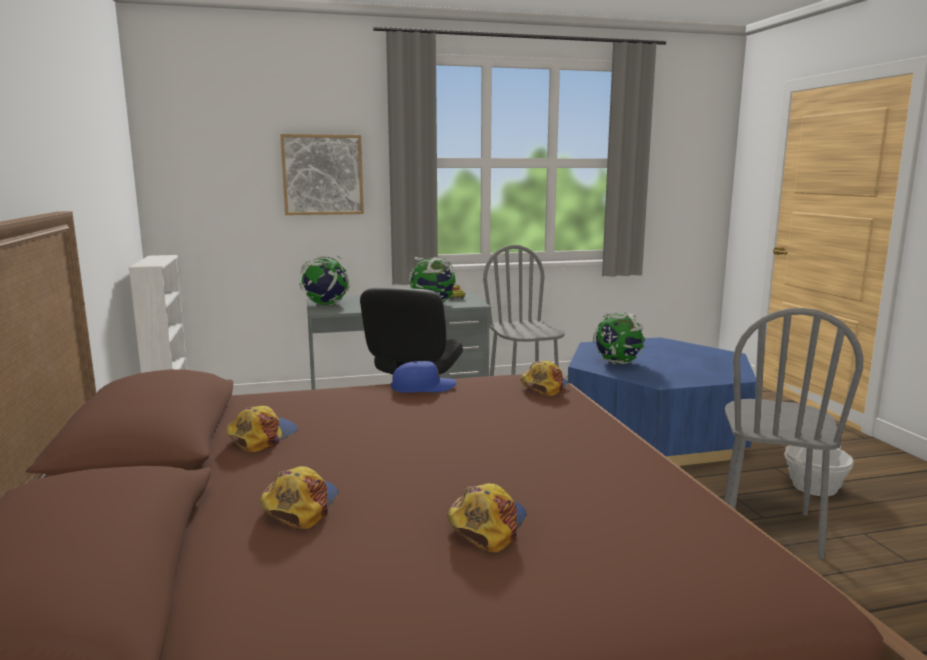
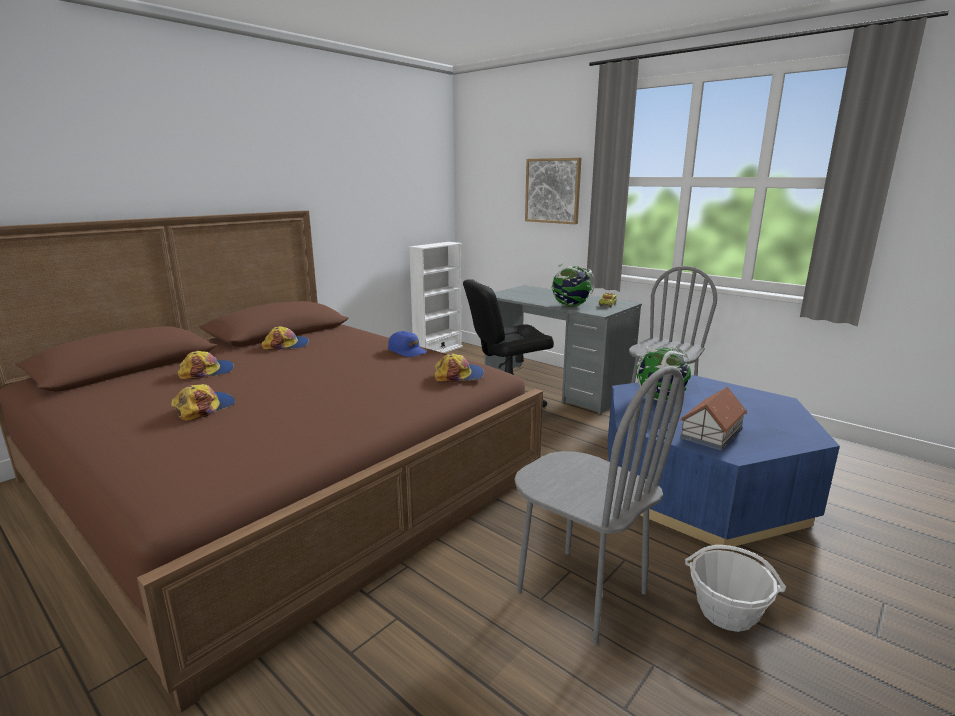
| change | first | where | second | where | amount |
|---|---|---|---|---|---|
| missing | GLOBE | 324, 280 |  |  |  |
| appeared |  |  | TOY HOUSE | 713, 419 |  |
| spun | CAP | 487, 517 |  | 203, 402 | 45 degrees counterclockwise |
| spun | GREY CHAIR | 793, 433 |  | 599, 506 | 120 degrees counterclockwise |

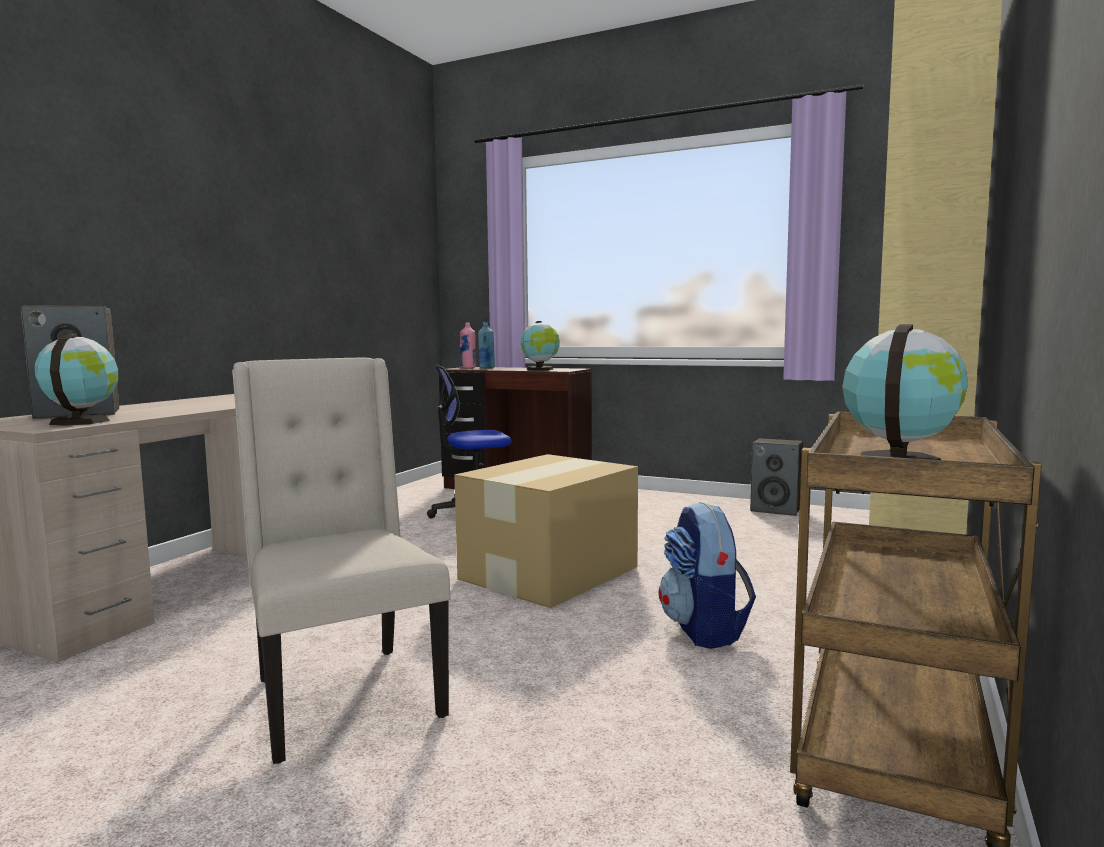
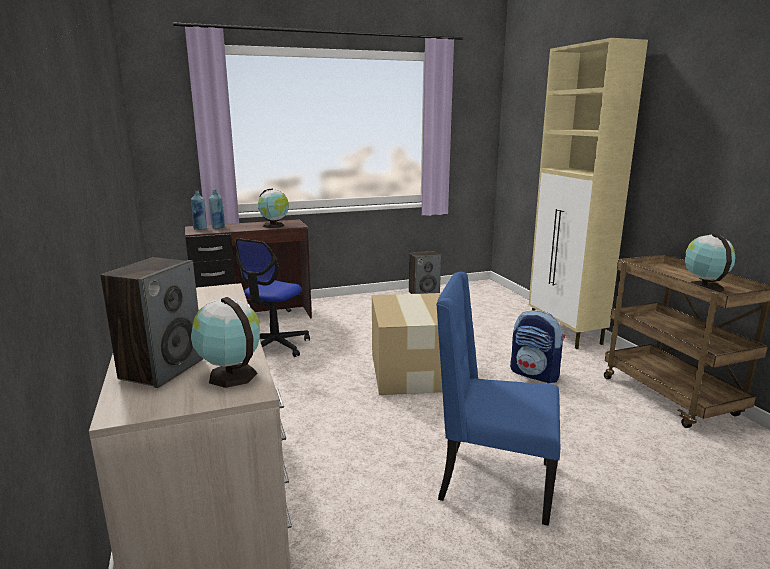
| change | first | where | second | where | amount |
|---|---|---|---|---|---|
| colour | BEIGE CHAIR | 341, 561 | BLUE CHAIR | 498, 399 |  |
| colour | PINK BOTTLE | 468, 345 | BLUE BOTTLE | 199, 210 |  |

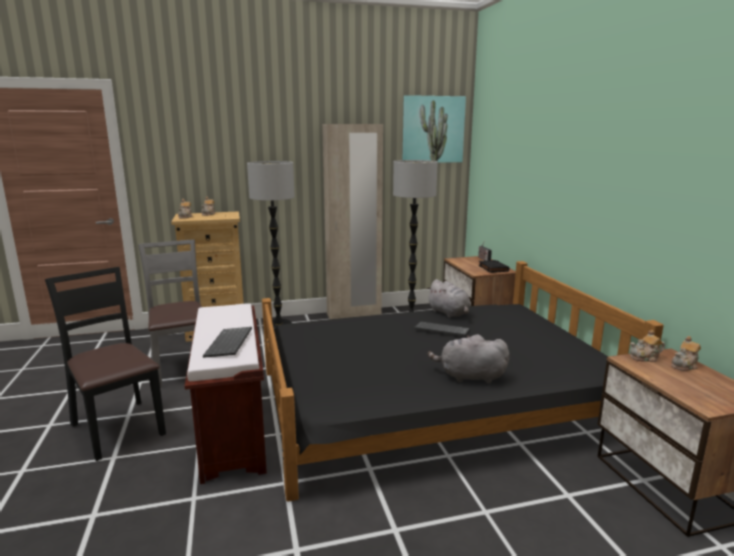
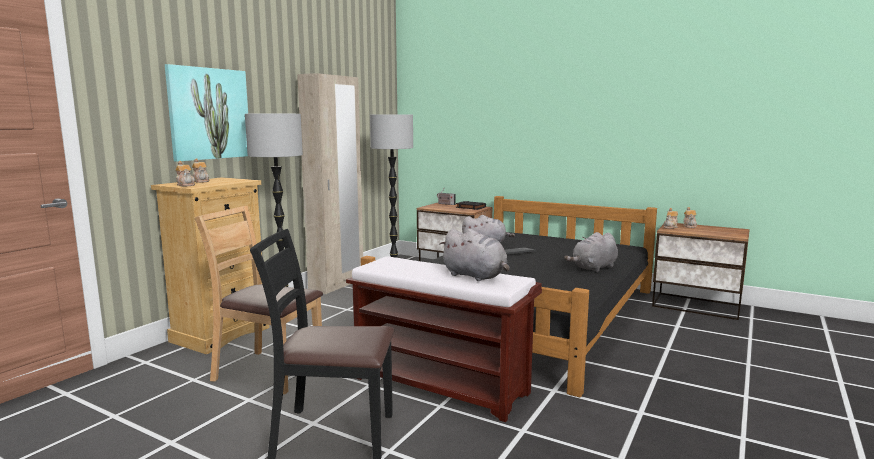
| change | first | where | second | where | amount |
|---|---|---|---|---|---|
| relocated | PICTURE | 434, 129 |  | 206, 113 |  |
| exchanged | KEYBOARD | 227, 342 | GREY PLUSH TOY | 474, 255 |  |
| colour | GREY CHAIR | 170, 313 | BROWN CHAIR | 259, 300 |  |

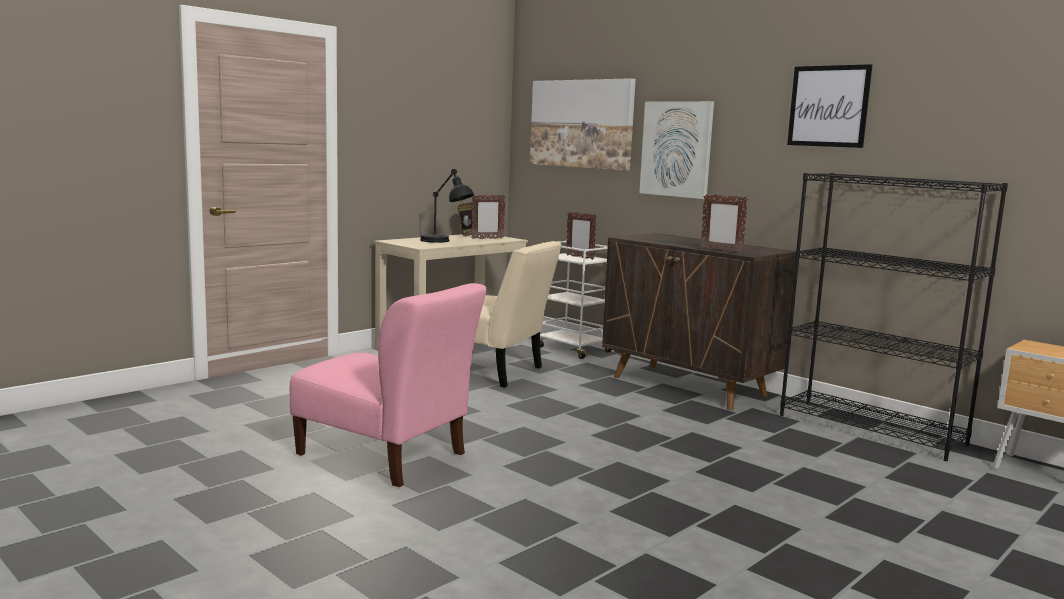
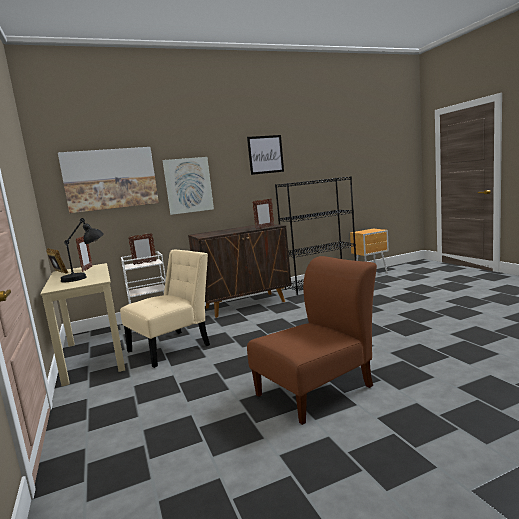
| change | first | where | second | where | amount |
|---|---|---|---|---|---|
| colour | PINK CHAIR | 388, 385 | BROWN CHAIR | 312, 340 |  |

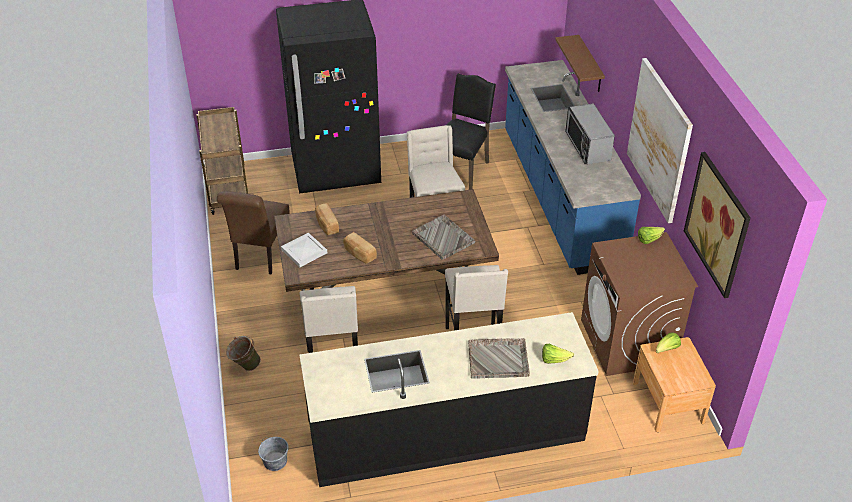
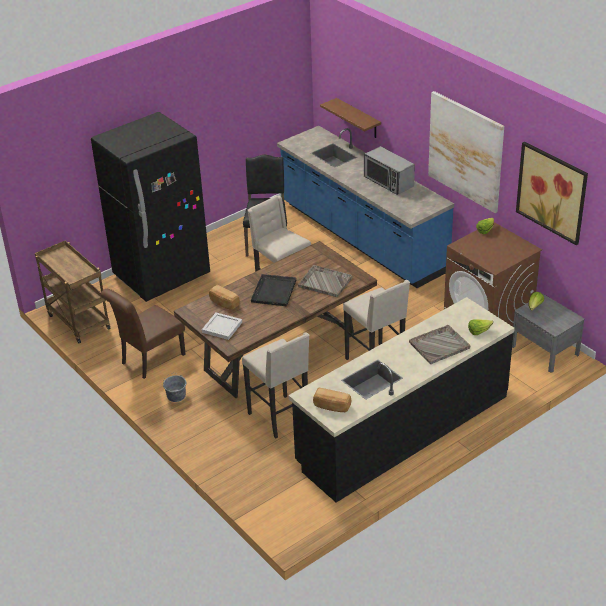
| change | first | where | second | where | amount |
|---|---|---|---|---|---|
| missing | GREEN BUCKET | 243, 353 |  |  |  |
| appeared |  |  | BLACK TRAY | 273, 290 |  |
| relocated | GREY BUCKET | 273, 454 |  | 174, 388 |  |
| relocated | BREAD | 360, 248 |  | 332, 400 |  |
| colour | BROWN NIGHTSTAND | 674, 384 | GREY NIGHTSTAND | 548, 333 |  |
| spun | BROWN CHAIR | 253, 232 |  | 143, 334 | 60 degrees clockwise |

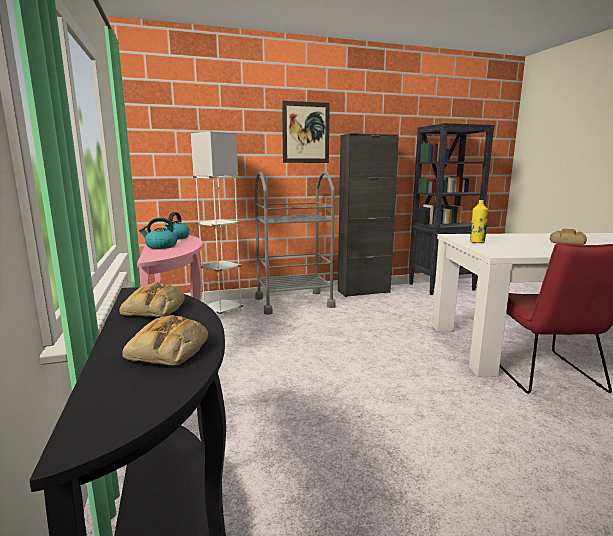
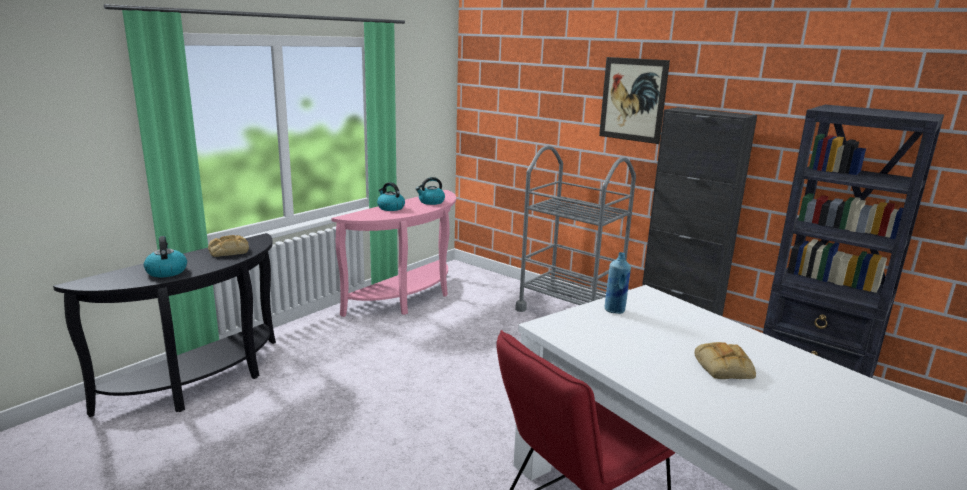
| change | first | where | second | where | amount |
|---|---|---|---|---|---|
| missing | WHITE FLOOR LAMP | 217, 225 |  |  |  |
| exchanged | BREAD | 165, 340 | KETTLE | 165, 256 |  |
| colour | YELLOW BOTTLE | 479, 221 | BLUE BOTTLE | 618, 283 |  |

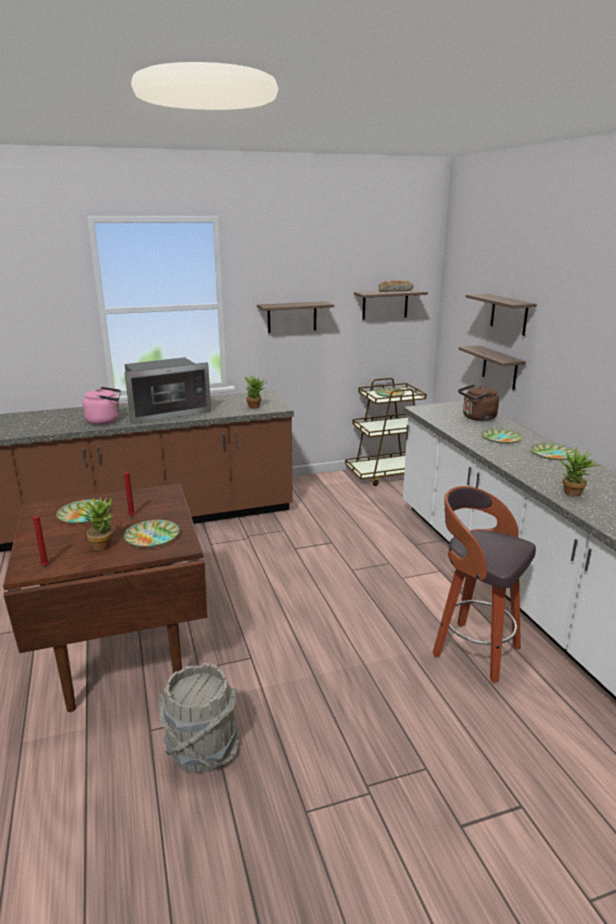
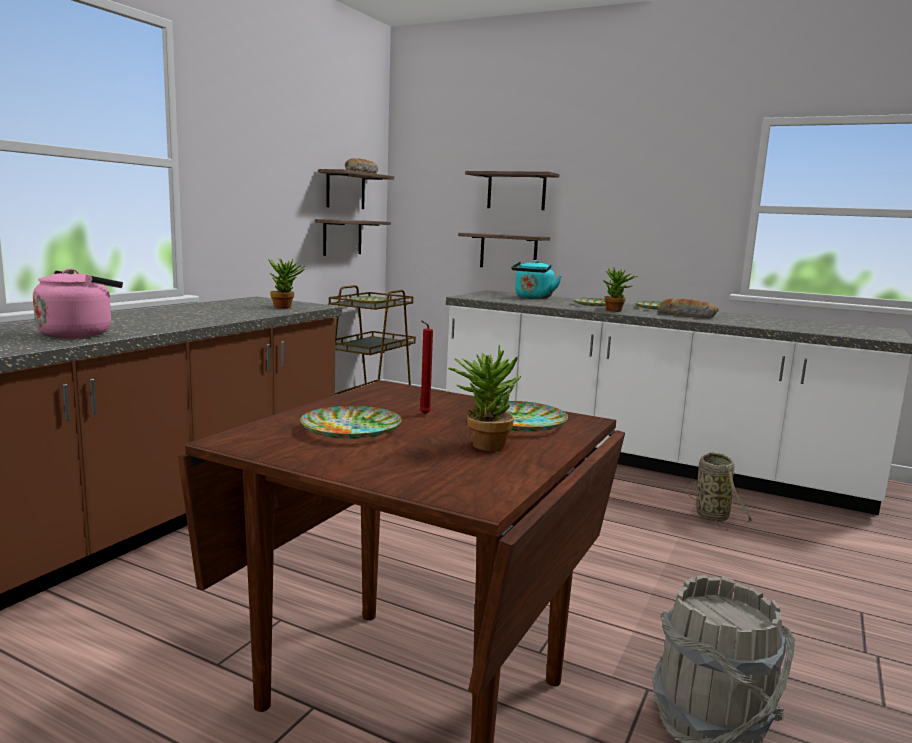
| change | first | where | second | where | amount |
|---|---|---|---|---|---|
| missing | RED CANDLE | 41, 537 |  |  |  |
| missing | MICROWAVE | 168, 390 |  |  |  |
| appeared |  |  | BREAD | 688, 308 |  |
| relocated | SHELF | 295, 317 |  | 353, 237 |  |
| relocated | POTTED PLANT | 580, 472 |  | 620, 289 |  |
| exchanged | STOOL | 484, 584 | BASKET | 719, 491 |  |
| colour | BROWN KETTLE | 478, 402 | TURQUOISE KETTLE | 536, 279 |  |

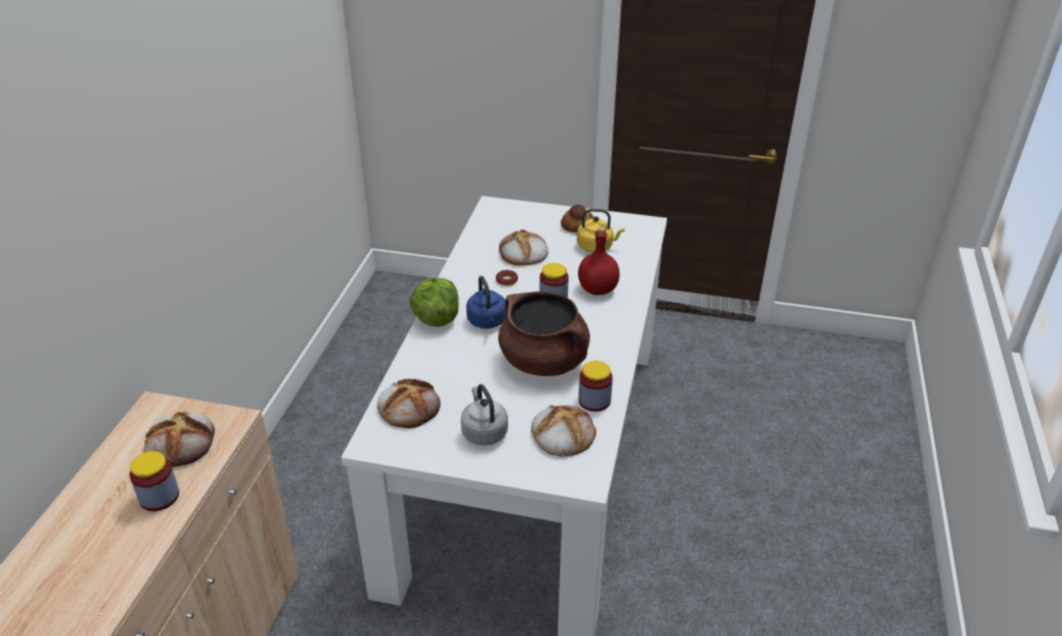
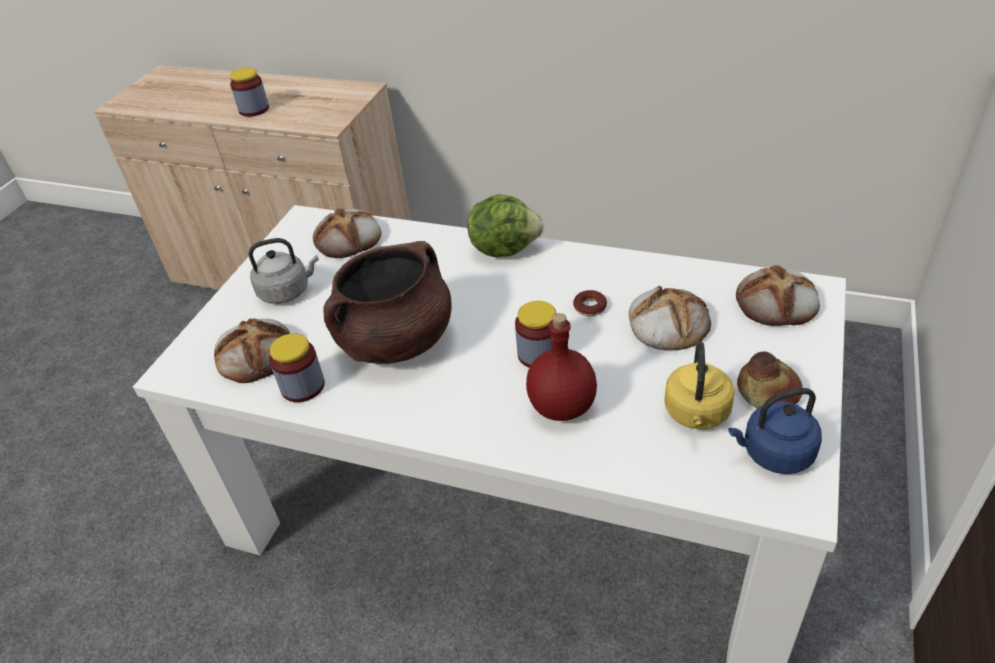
| change | first | where | second | where | amount |
|---|---|---|---|---|---|
| relocated | BREAD | 179, 439 |  | 778, 295 |  |
| relocated | BLUE KETTLE | 486, 302 |  | 775, 431 |  |

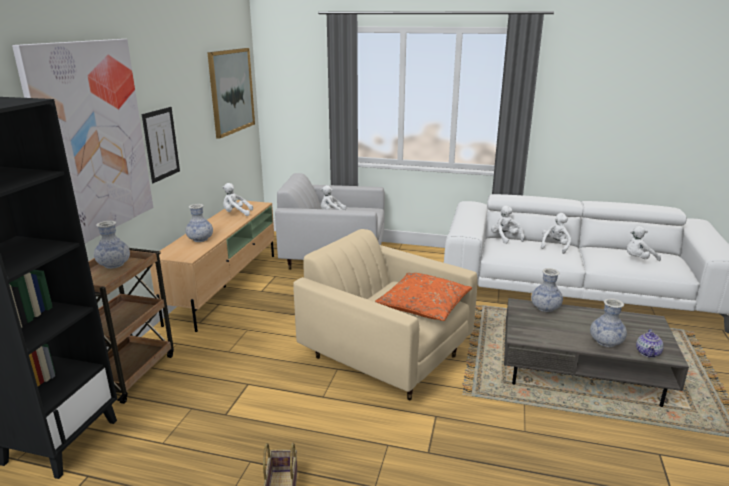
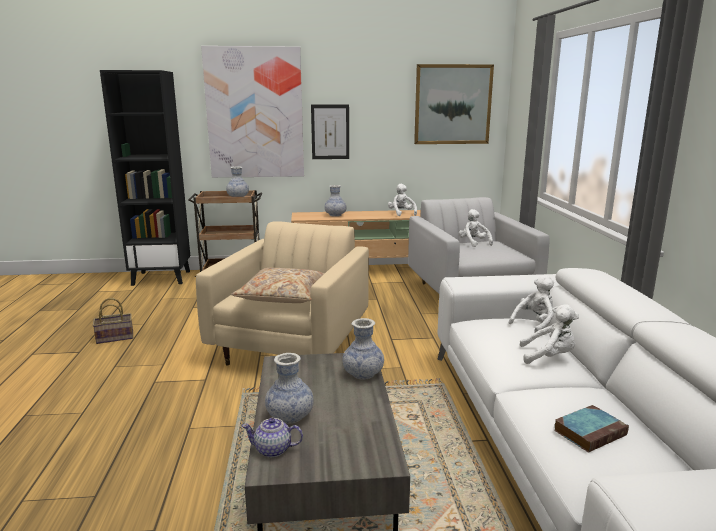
| change | first | where | second | where | amount |
|---|---|---|---|---|---|
| exchanged | WHITE PLUSH TOY | 643, 243 | BOOK | 591, 429 |  |
| colour | ORANGE PILLOW | 423, 297 | BEIGE PILLOW | 278, 285 |  |

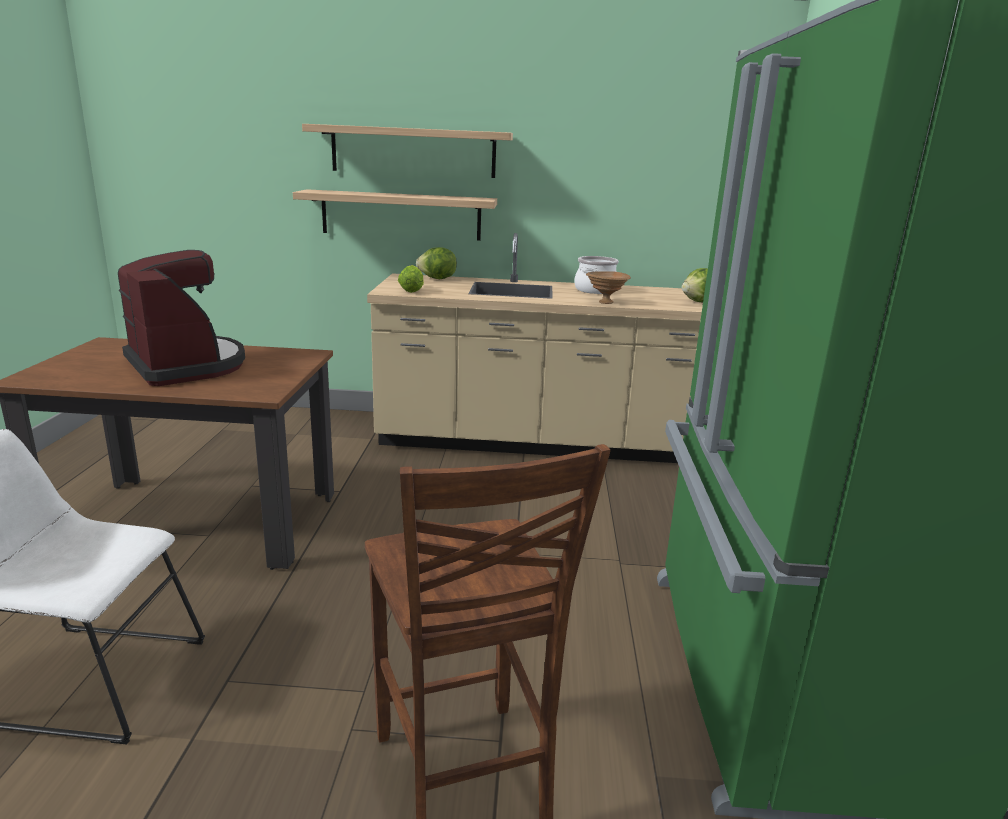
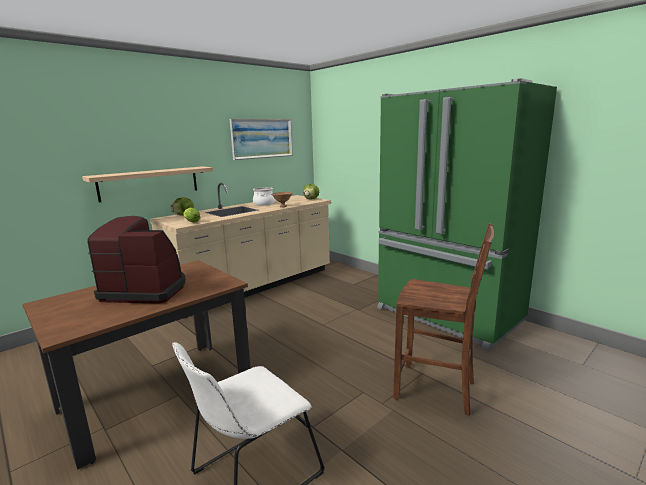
| change | first | where | second | where | amount |
|---|---|---|---|---|---|
| missing | SHELF | 407, 151 |  |  |  |
| appeared |  |  | PICTURE | 261, 139 |  |

